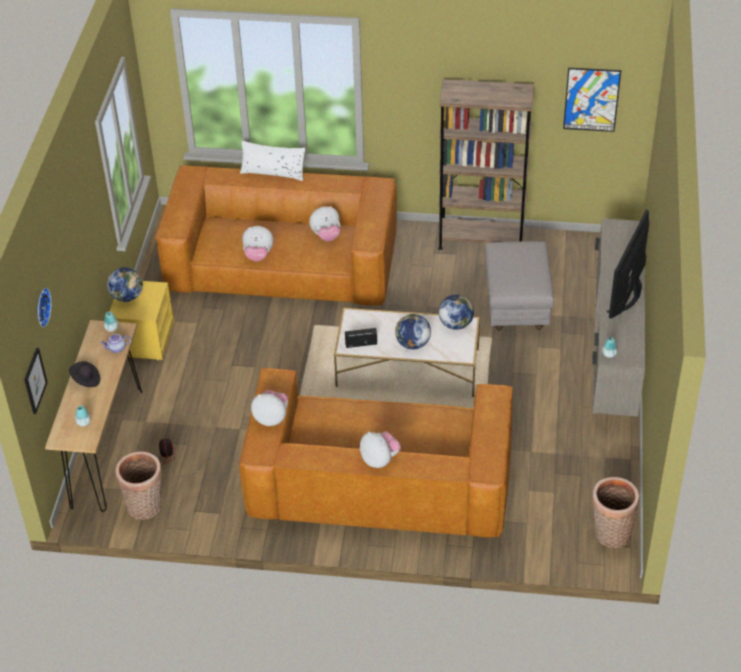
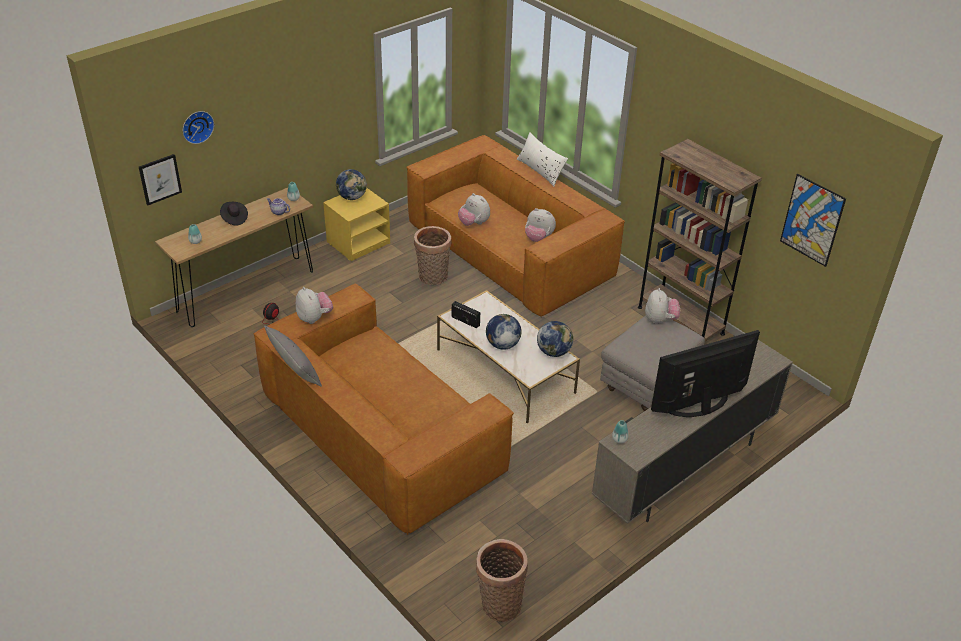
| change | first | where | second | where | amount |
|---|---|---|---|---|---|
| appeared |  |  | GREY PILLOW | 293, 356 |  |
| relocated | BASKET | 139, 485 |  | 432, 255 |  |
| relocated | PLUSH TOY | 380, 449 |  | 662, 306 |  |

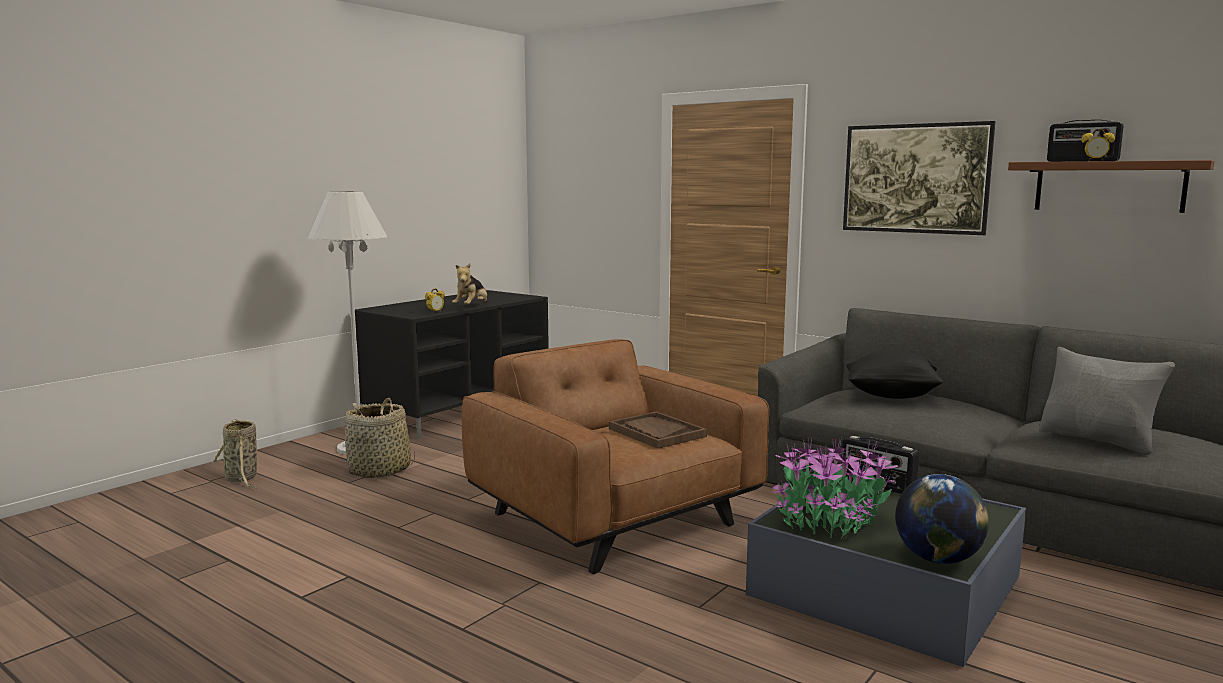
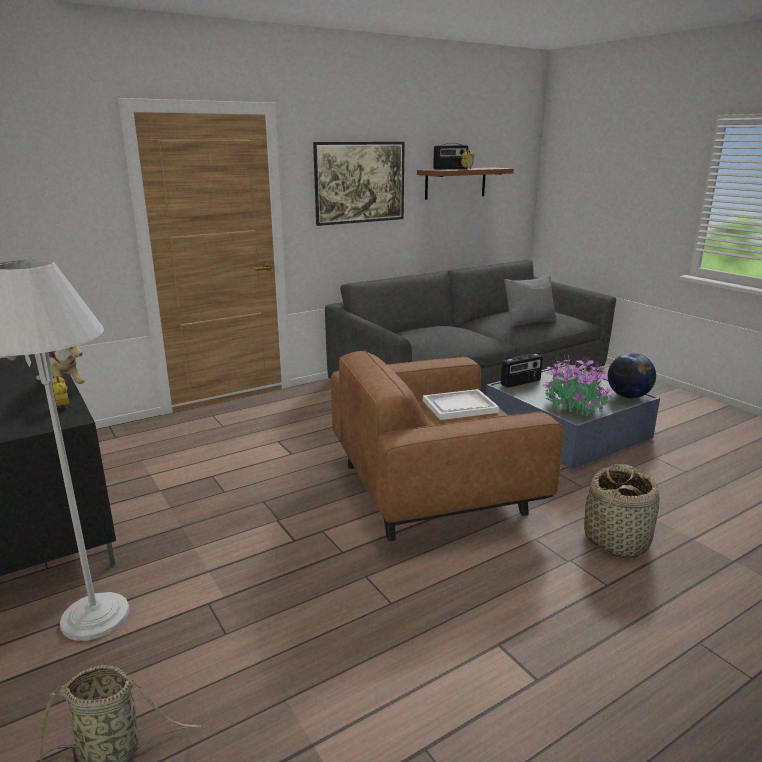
| change | first | where | second | where | amount |
|---|---|---|---|---|---|
| missing | BLACK PILLOW | 895, 375 |  |  |  |
| relocated | BASKET | 380, 438 |  | 622, 511 |  |
| colour | BROWN TRAY | 658, 430 | WHITE TRAY | 461, 404 |  |

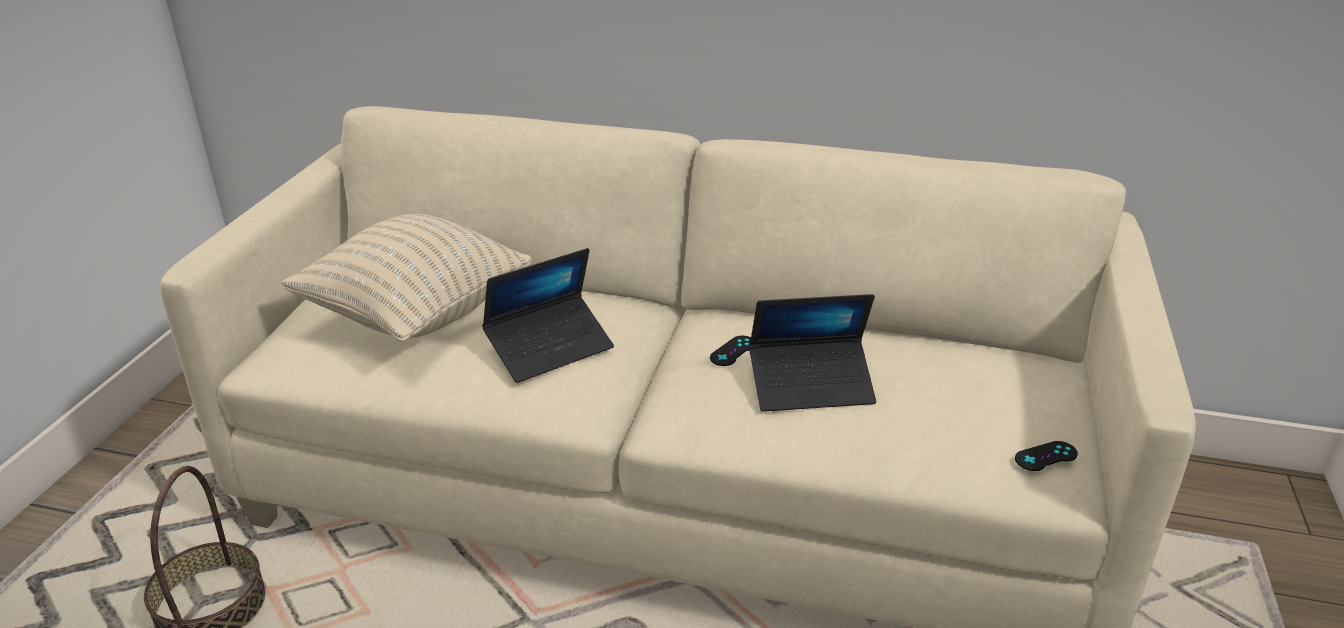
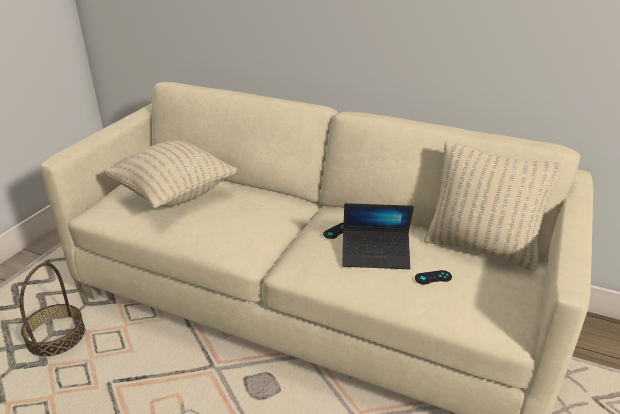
| change | first | where | second | where | amount |
|---|---|---|---|---|---|
| missing | LAPTOP | 548, 315 |  |  |  |
| appeared |  |  | BEIGE PILLOW | 494, 206 |  |
| relocated | BLACK GAME CONTROLLER | 1046, 456 |  | 433, 277 |  |

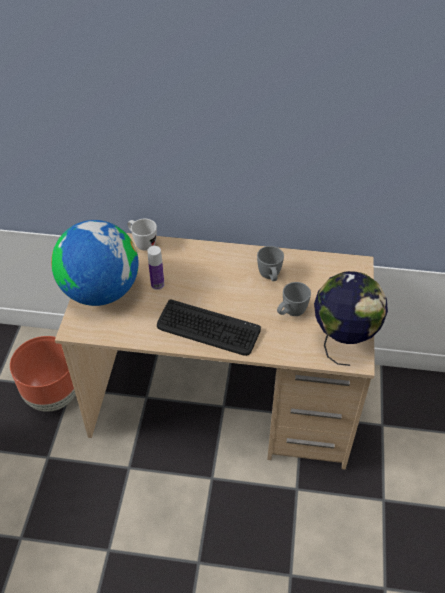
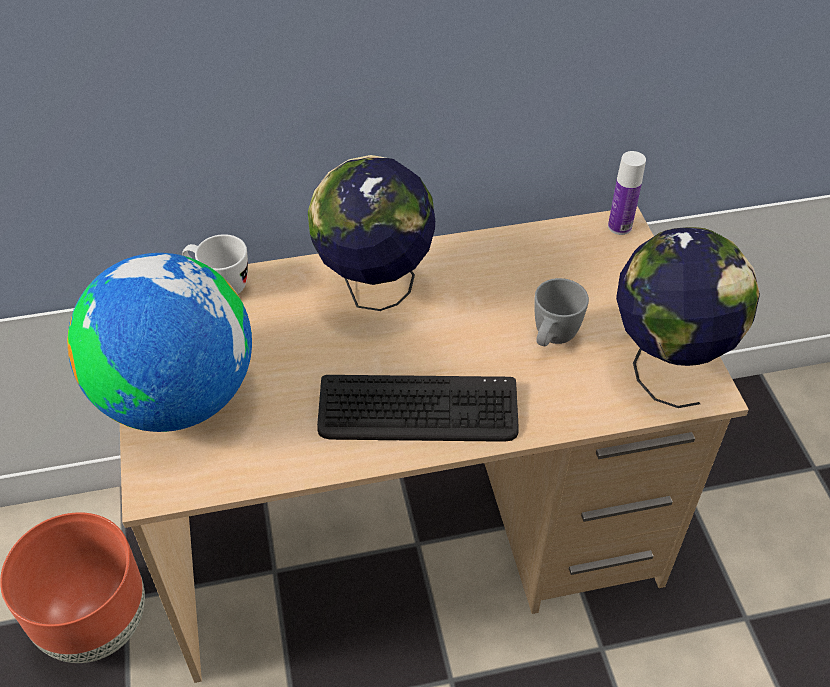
| change | first | where | second | where | amount |
|---|---|---|---|---|---|
| missing | GREY MUG | 270, 263 |  |  |  |
| appeared |  |  | GLOBE | 371, 233 |  |
| relocated | BOTTLE | 155, 268 |  | 627, 193 |  |

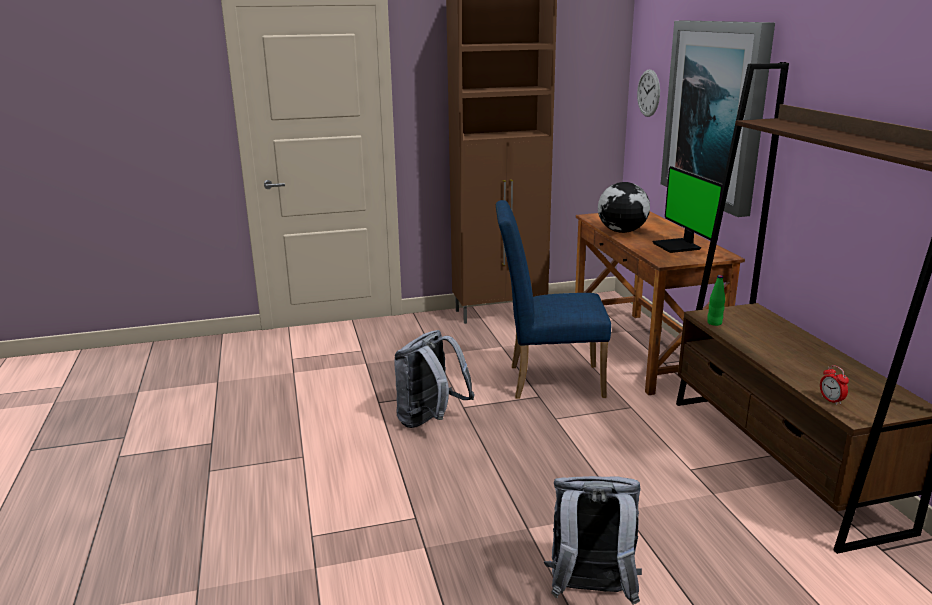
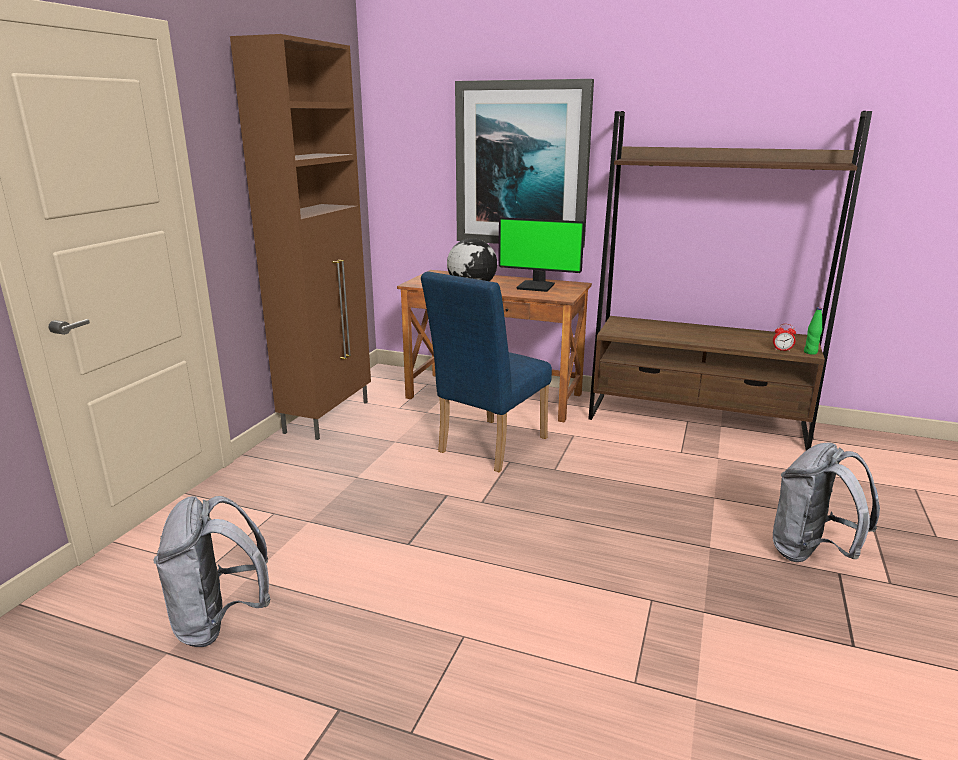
| change | first | where | second | where | amount |
|---|---|---|---|---|---|
| missing | WALL CLOCK | 648, 93 |  |  |  |
| relocated | GREY BACKPACK | 434, 379 |  | 211, 571 |  |
| relocated | GREEN BOTTLE | 716, 300 |  | 813, 331 |  |

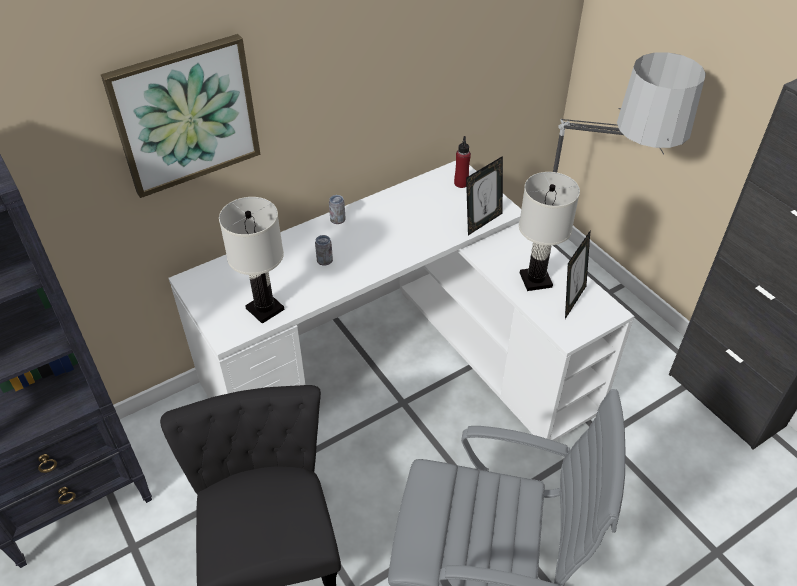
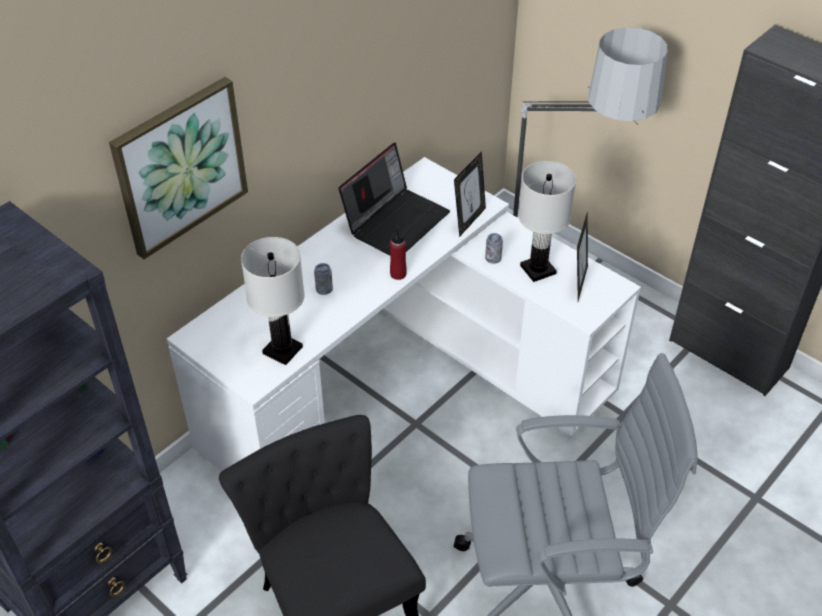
| change | first | where | second | where | amount |
|---|---|---|---|---|---|
| appeared |  |  | LAPTOP | 394, 199 |  |
| relocated | CAN | 337, 209 |  | 494, 248 |  |
| relocated | RED BOTTLE | 462, 162 |  | 398, 252 |  |

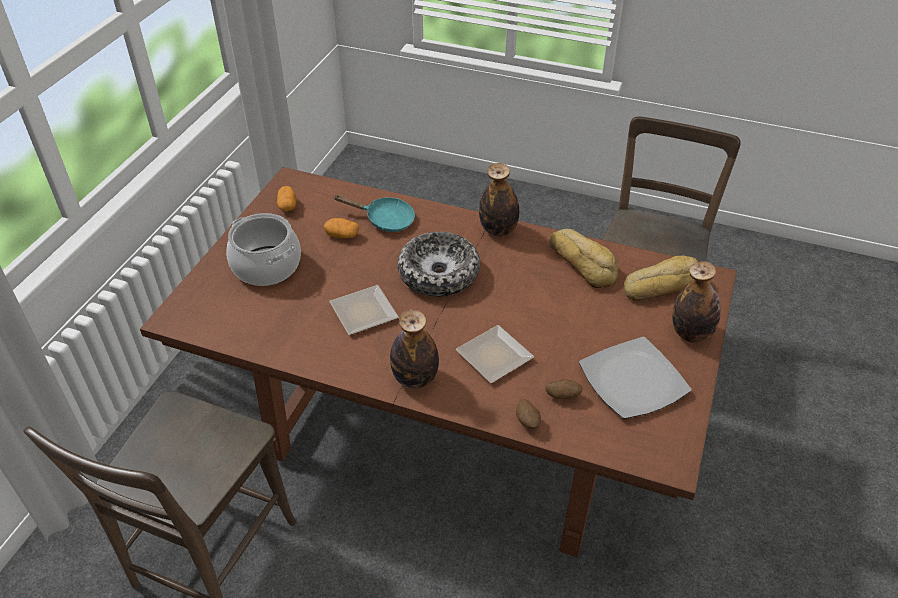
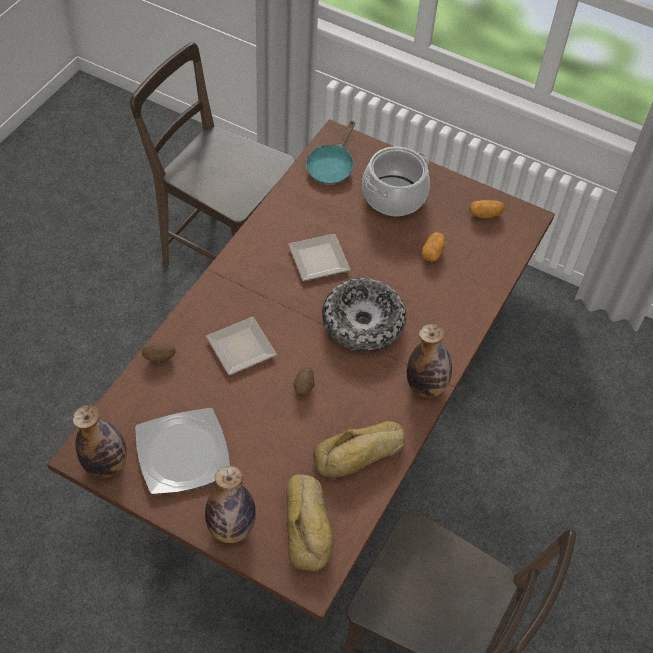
| change | first | where | second | where | amount |
|---|---|---|---|---|---|
| relocated | TURQUOISE FRYING PAN | 374, 213 |  | 330, 152 |  |
| relocated | BOTTLE | 414, 349 |  | 99, 441 |  |
| relocated | POTATO | 564, 389 |  | 304, 381 |  |

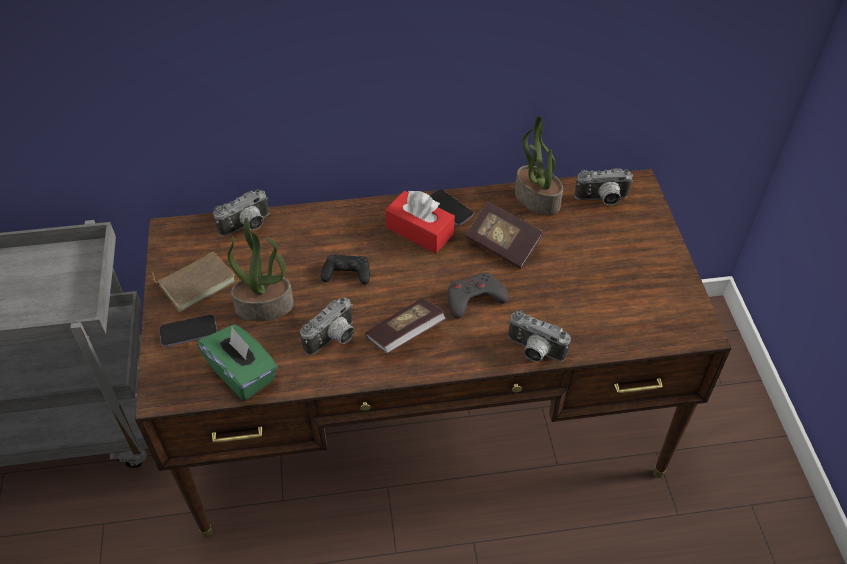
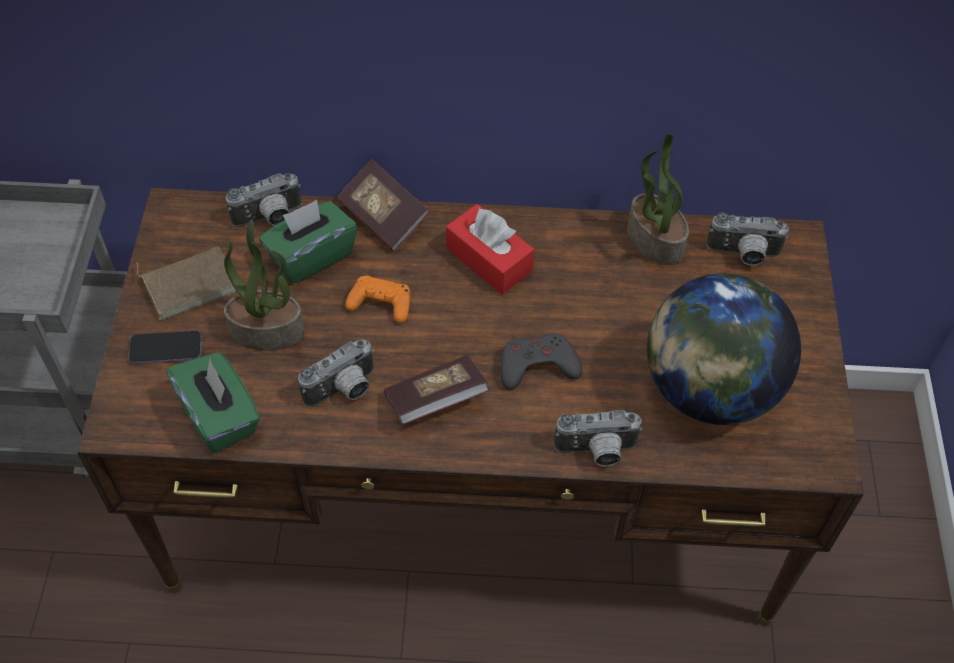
| change | first | where | second | where | amount |
|---|---|---|---|---|---|
| missing | PHONE | 451, 207 |  |  |  |
| appeared |  |  | GREEN TISSUE BOX | 308, 242 |  |
| appeared |  |  | GLOBE | 724, 349 |  |
| relocated | BOOK | 504, 235 |  | 383, 205 |  |
| colour | BLACK GAME CONTROLLER | 345, 269 | ORANGE GAME CONTROLLER | 378, 299 |  |
| spun | PHOTO CAMERA | 539, 336 |  | 598, 438 | 45 degrees counterclockwise |

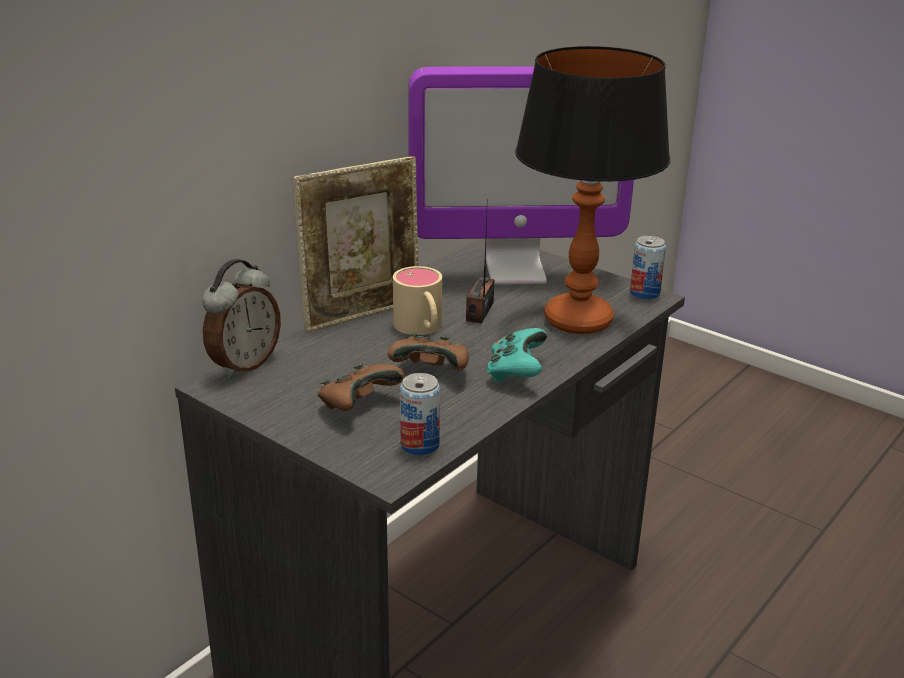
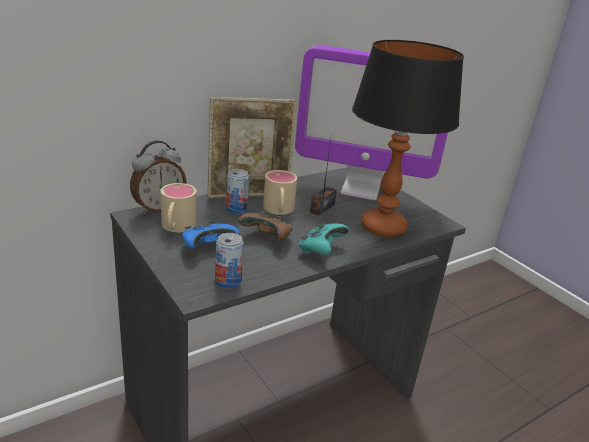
| change | first | where | second | where | amount |
|---|---|---|---|---|---|
| appeared |  |  | BEIGE MUG | 178, 207 |  |
| relocated | CAN | 648, 268 |  | 237, 191 |  |
| colour | BROWN GAME CONTROLLER | 361, 387 | BLUE GAME CONTROLLER | 211, 235 |  |

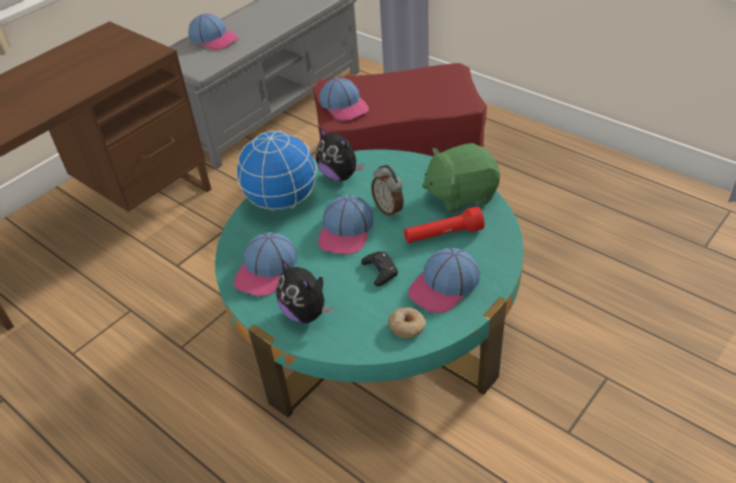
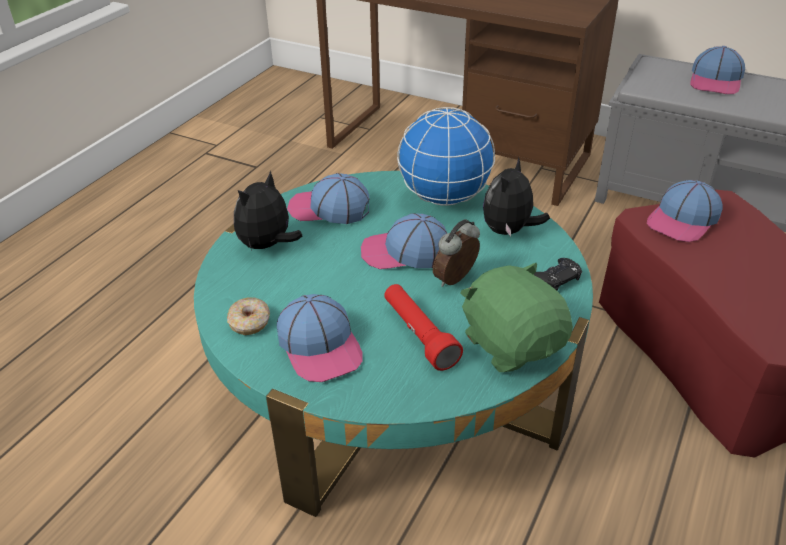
| change | first | where | second | where | amount |
|---|---|---|---|---|---|
| relocated | BLACK GAME CONTROLLER | 379, 268 |  | 558, 274 |  |
| spun | CAP | 444, 280 |  | 319, 338 | 150 degrees counterclockwise |

